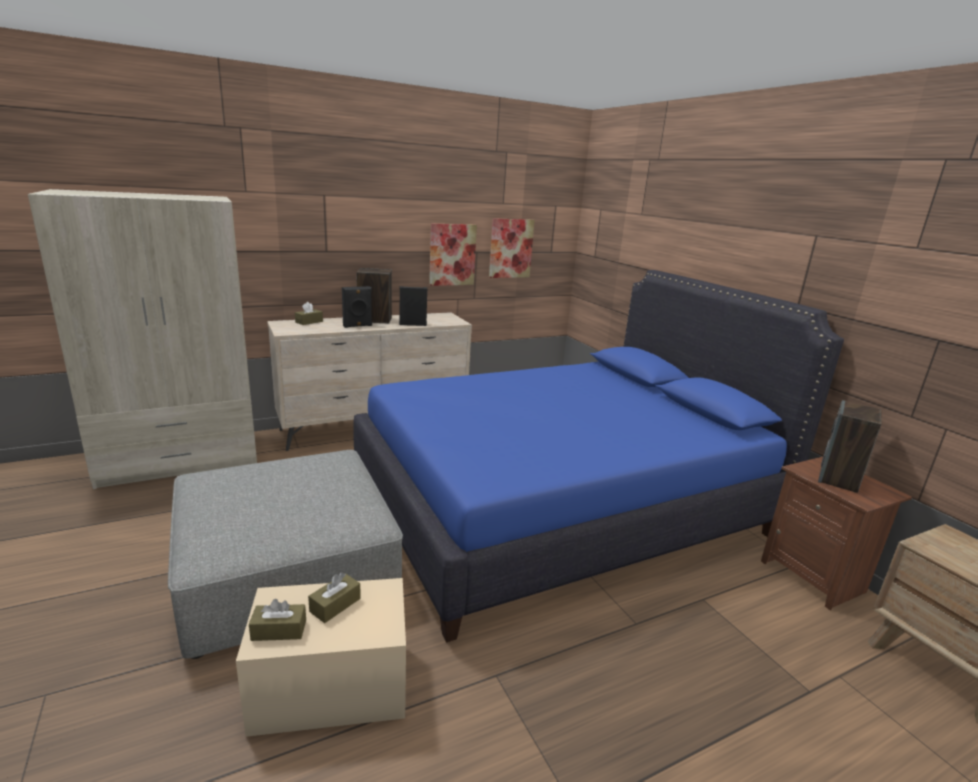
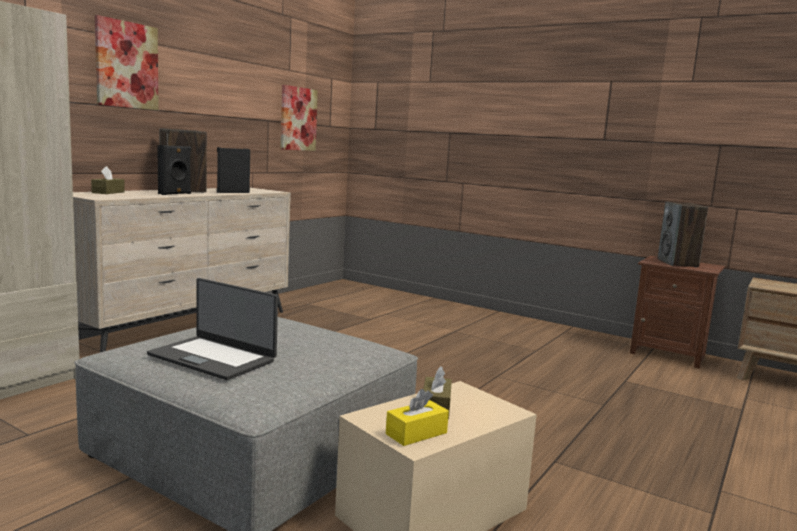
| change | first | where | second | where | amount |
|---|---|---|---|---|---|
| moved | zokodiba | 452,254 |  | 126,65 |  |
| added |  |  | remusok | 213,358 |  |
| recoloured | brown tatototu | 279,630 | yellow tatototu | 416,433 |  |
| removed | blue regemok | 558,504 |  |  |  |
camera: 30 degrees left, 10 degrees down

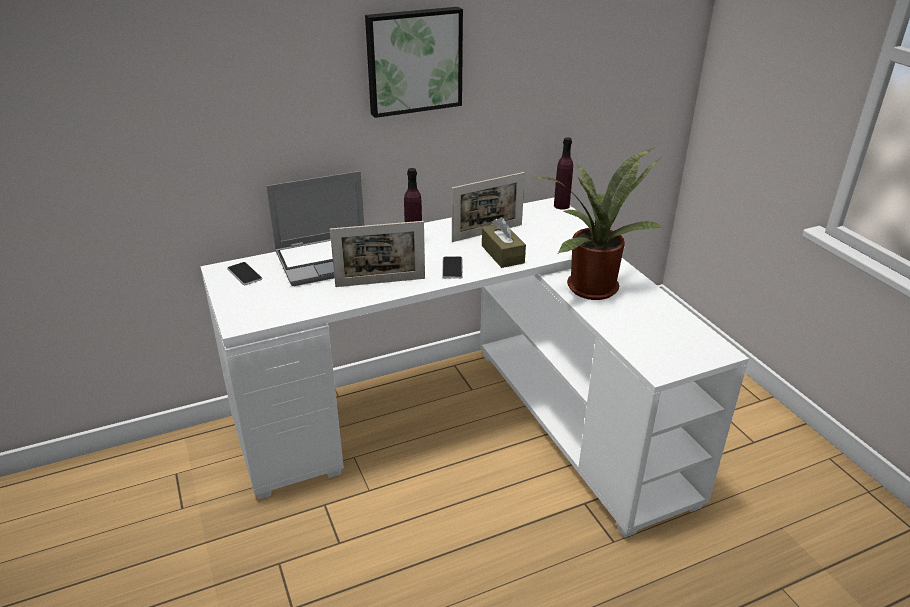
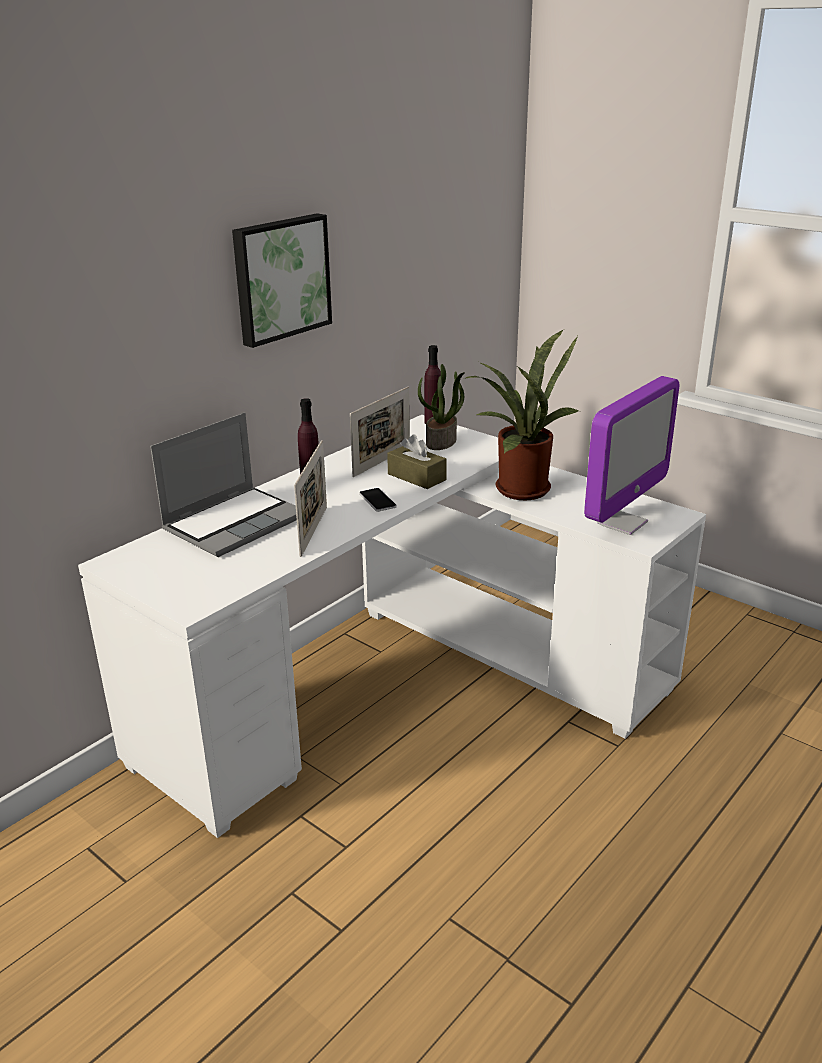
| change | first | where | second | where | amount |
|---|---|---|---|---|---|
| turned | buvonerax | 380,282 |  | 313,531 | 45 degrees counterclockwise |
| added |  |  | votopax | 441,442 |  |
| added |  |  | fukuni | 620,522 |  |
| removed | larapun | 244,274 |  |  |  |
camera: 25 degrees left, 5 degrees down

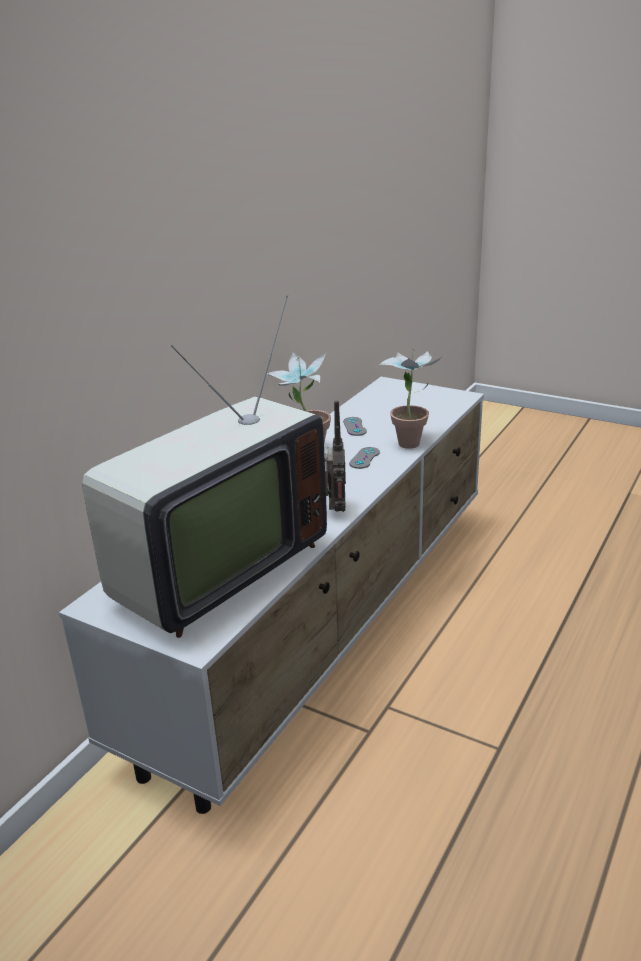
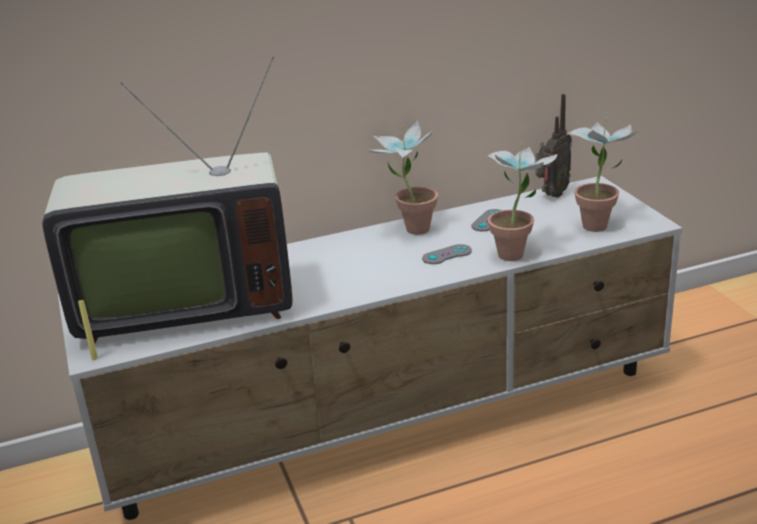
| change | first | where | second | where | amount |
|---|---|---|---|---|---|
| added |  |  | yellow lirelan | 94,358 |  |
| moved | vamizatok | 334,510 |  | 551,195 |  |
| added |  |  | votopax | 599,223 |  |
camera: 40 degrees right, 0 degrees up

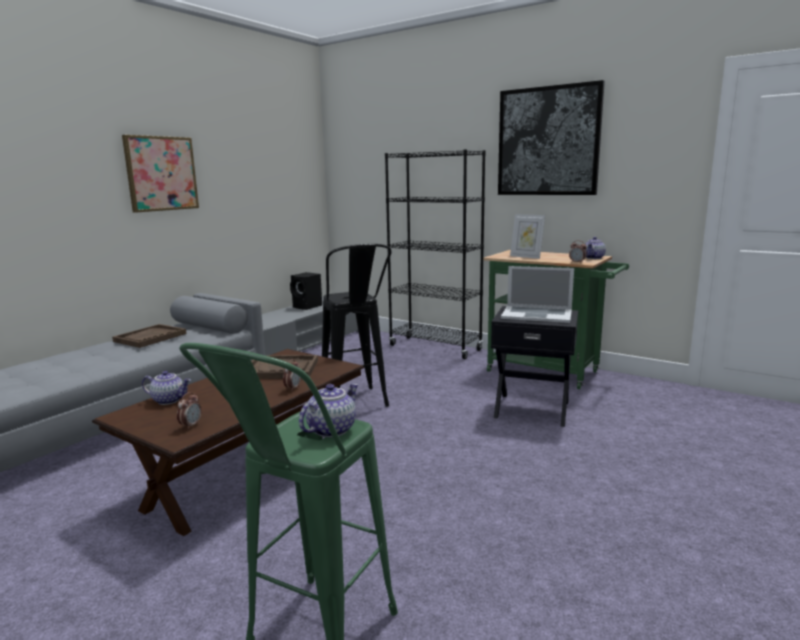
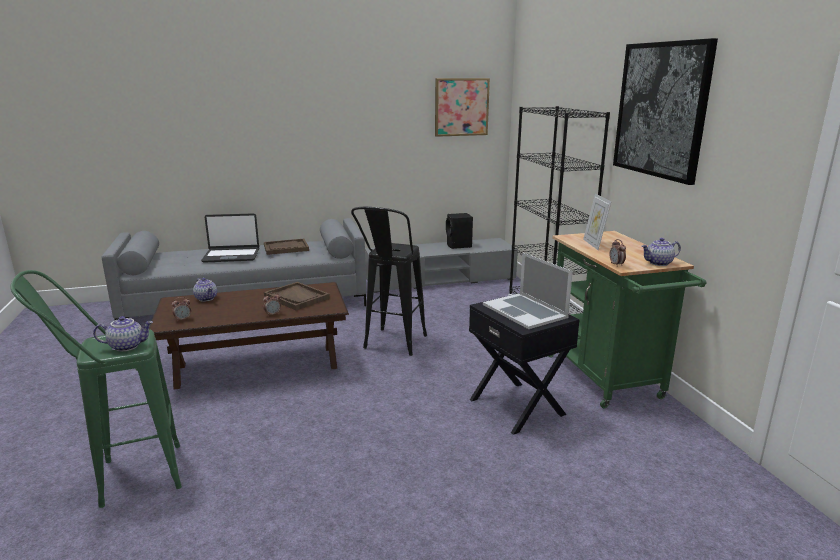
| change | first | where | second | where | amount |
|---|---|---|---|---|---|
| added |  |  | remusok | 231,256 |  |
| moved | zokodiba | 161,173 |  | 461,107 |  |
camera: 40 degrees right, 5 degrees up

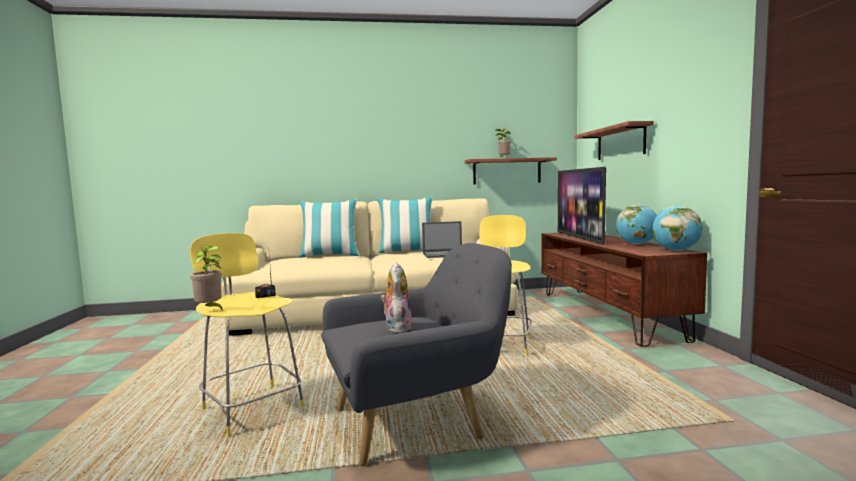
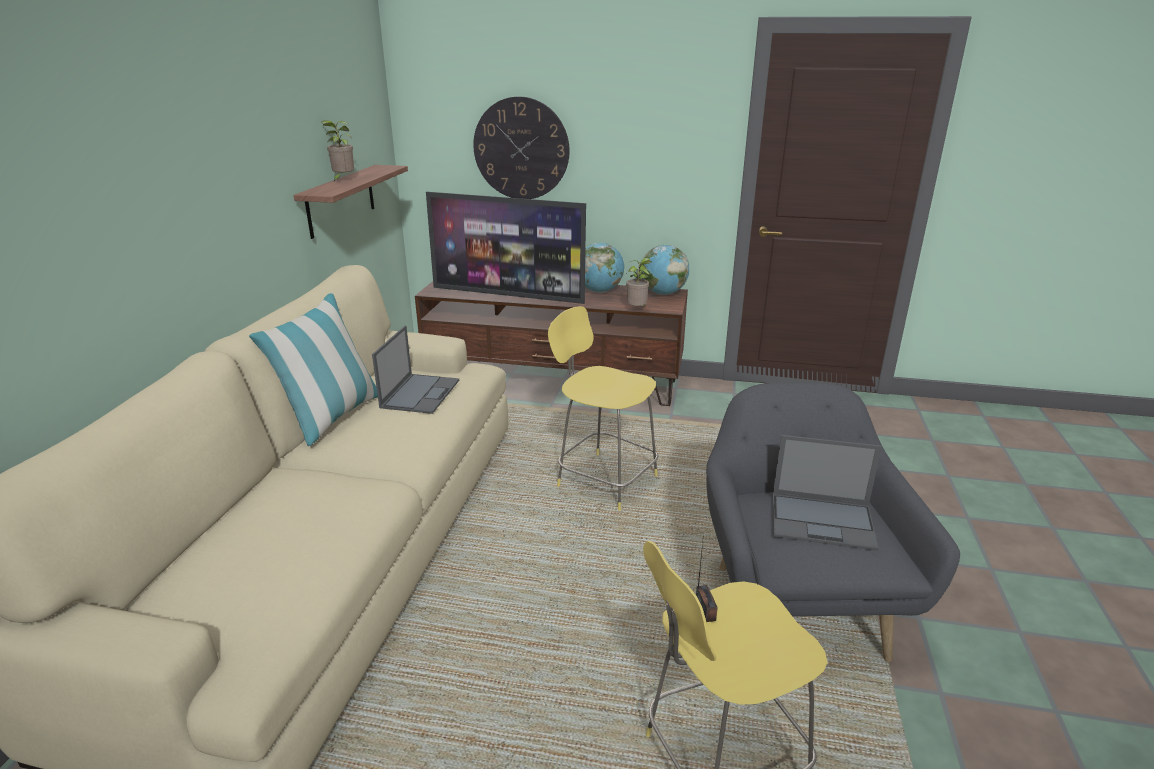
| change | first | where | second | where | amount |
|---|---|---|---|---|---|
| replaced | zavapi | 620,143 | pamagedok | 521,149 |  |
| moved | votopax | 210,310 |  | 637,310 |  |
| replaced | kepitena | 397,328 | remusok | 823,521 |  |
| removed | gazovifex | 330,255 |  |  |  |
camera: 70 degrees left, 20 degrees up

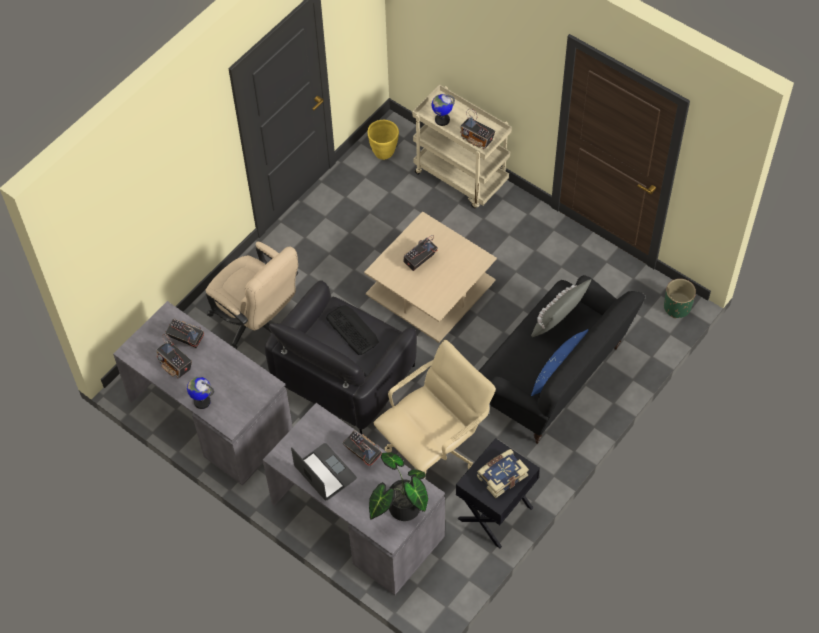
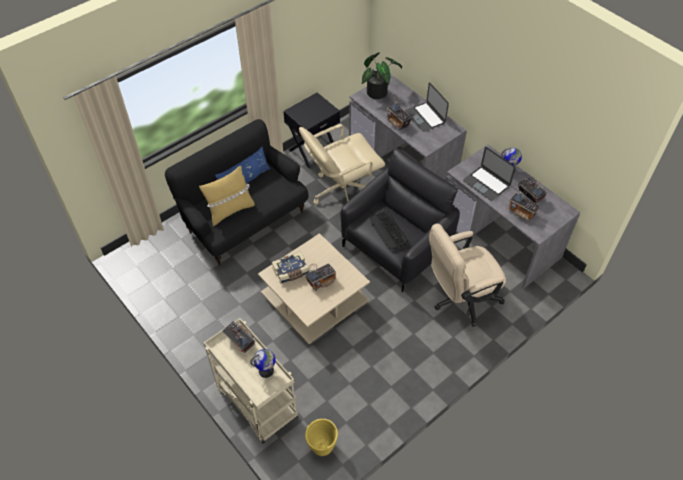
| change | first | where | second | where | amount |
|---|---|---|---|---|---|
| recoloured | grey gazovifex | 559,323 | yellow gazovifex | 230,211 |  |
| moved | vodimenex | 501,476 |  | 291,272 |  |
| turned | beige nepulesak | 257,323 |  | 460,299 | 75 degrees counterclockwise |
| added |  |  | remusok | 486,183 |  |
| removed | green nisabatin | 677,307 |  |  |  |
camera: 170 degrees left, 5 degrees down

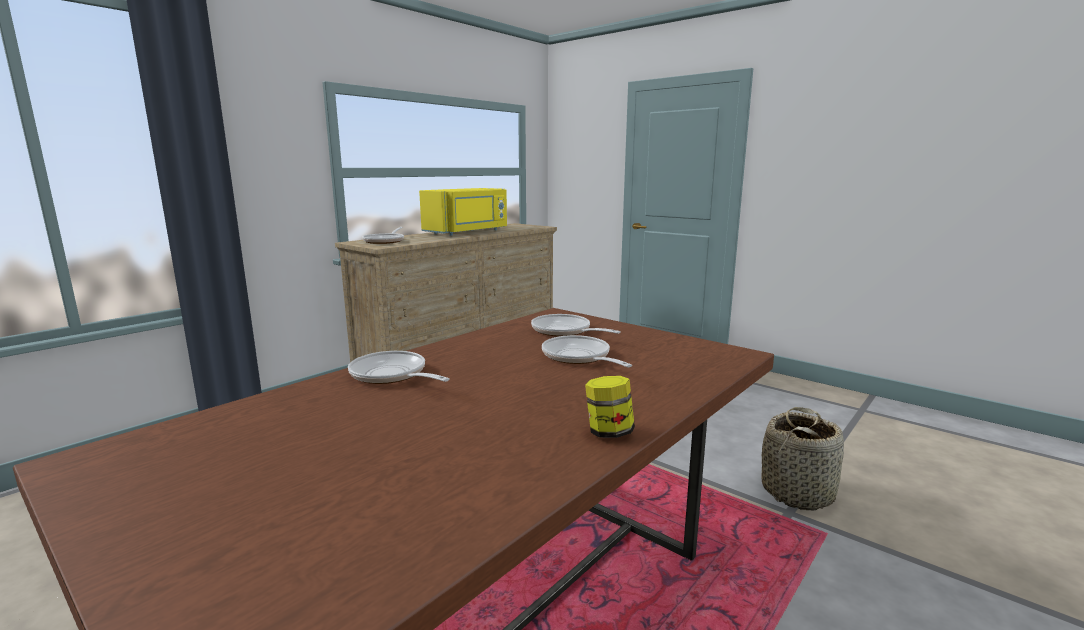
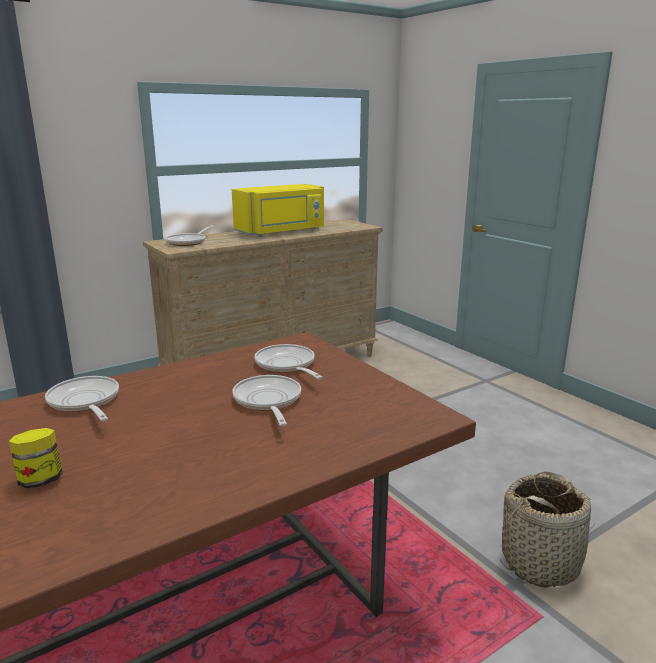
| change | first | where | second | where | amount |
|---|---|---|---|---|---|
| moved | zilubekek | 609,432 |  | 40,480 |  |
camera: 15 degrees right, 5 degrees up

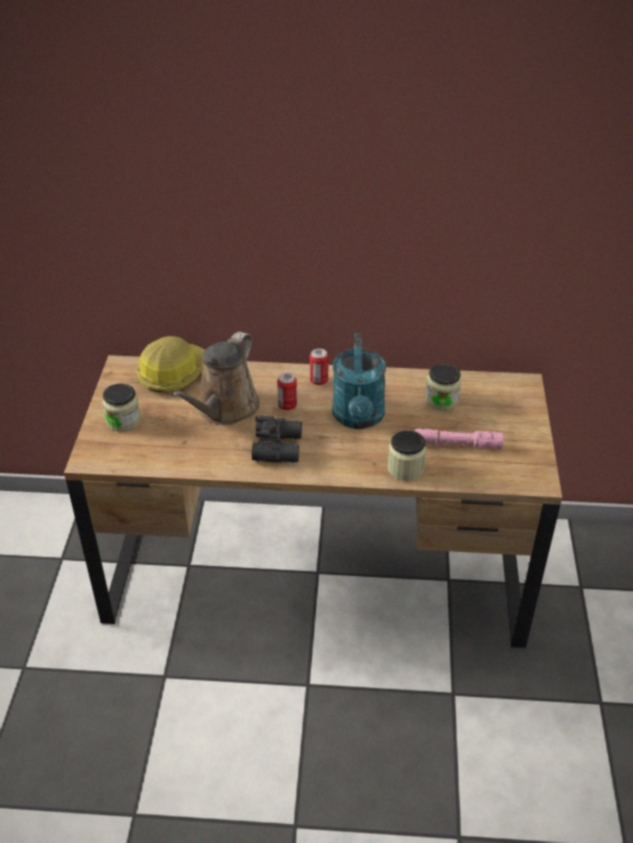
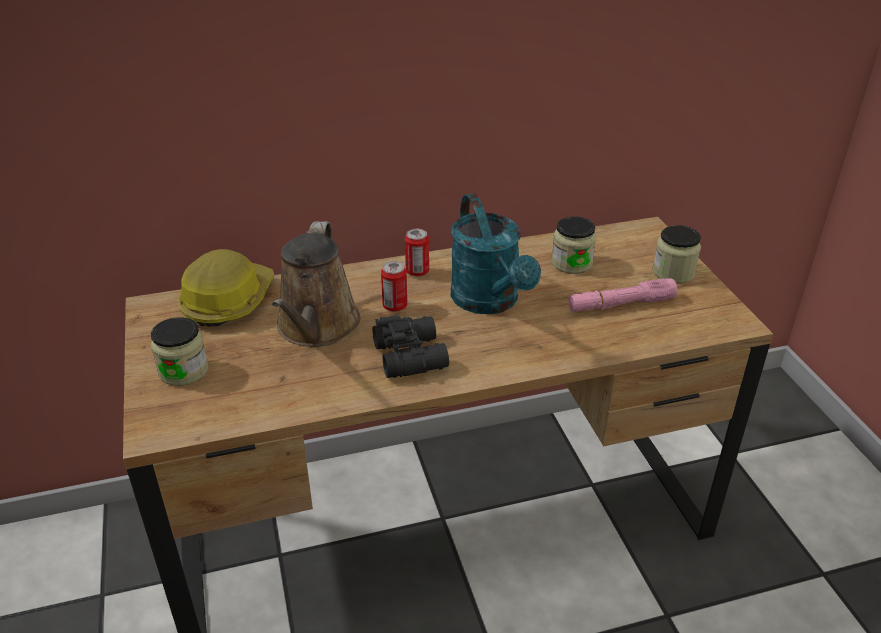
| change | first | where | second | where | amount |
|---|---|---|---|---|---|
| moved | zilubekek | 405,469 |  | 673,272 |  |
camera: 20 degrees left, 5 degrees down

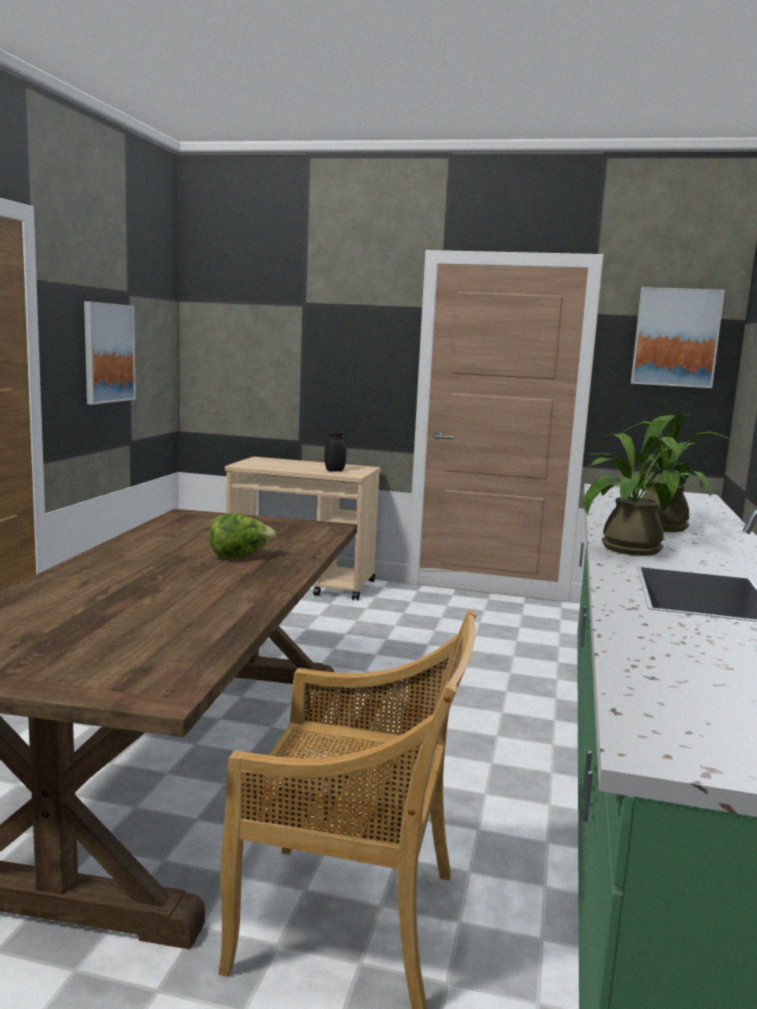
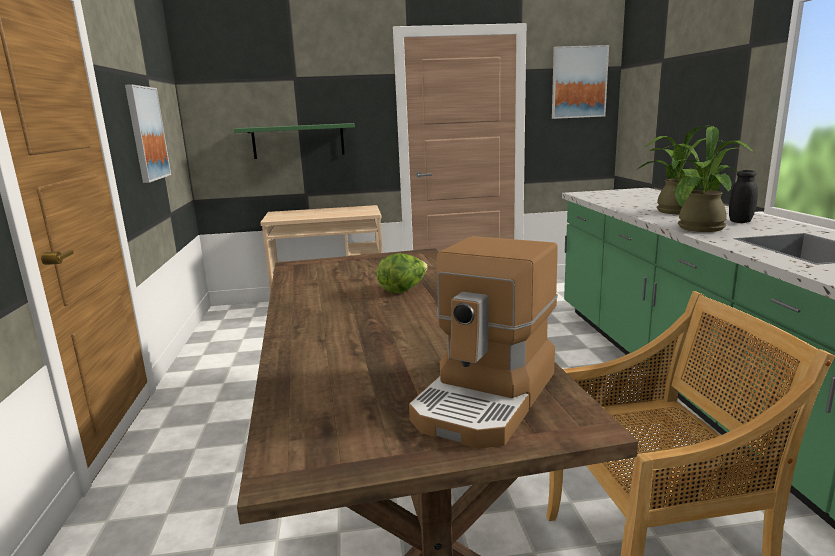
| change | first | where | second | where | amount |
|---|---|---|---|---|---|
| added |  |  | green zavapi | 298,141 |  |
| added |  |  | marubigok | 487,398 |  |
| moved | black zilubekek | 334,471 |  | 740,221 |  |
camera: 20 degrees left, 5 degrees up

